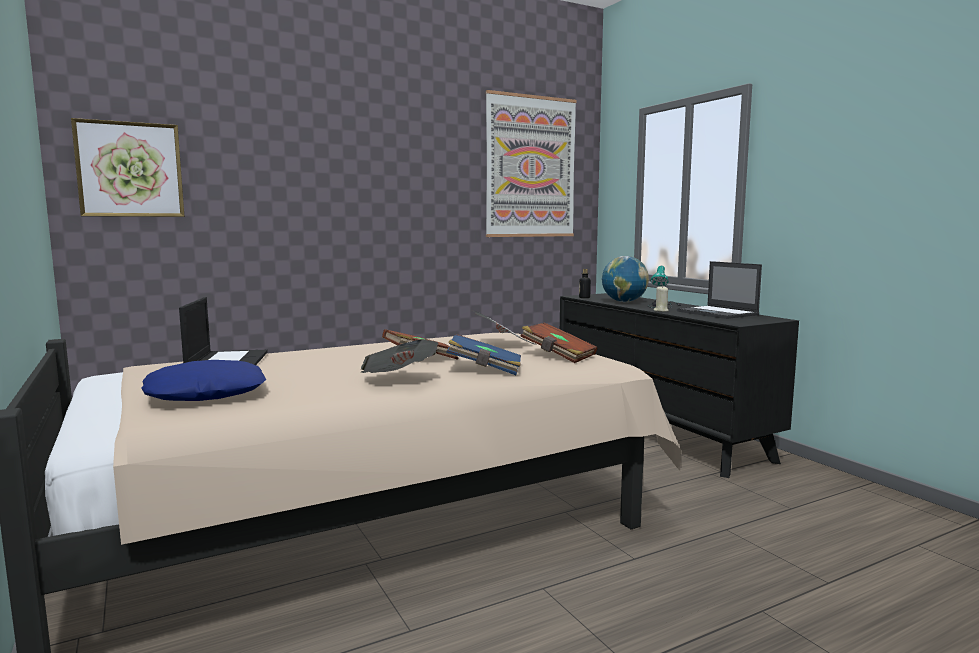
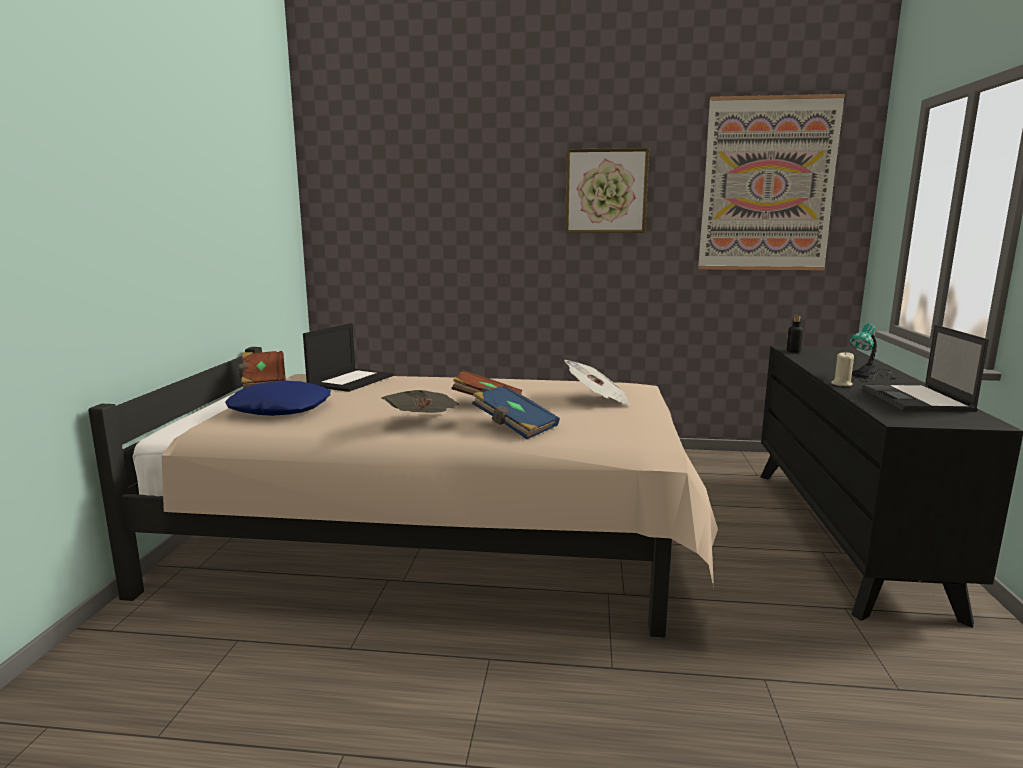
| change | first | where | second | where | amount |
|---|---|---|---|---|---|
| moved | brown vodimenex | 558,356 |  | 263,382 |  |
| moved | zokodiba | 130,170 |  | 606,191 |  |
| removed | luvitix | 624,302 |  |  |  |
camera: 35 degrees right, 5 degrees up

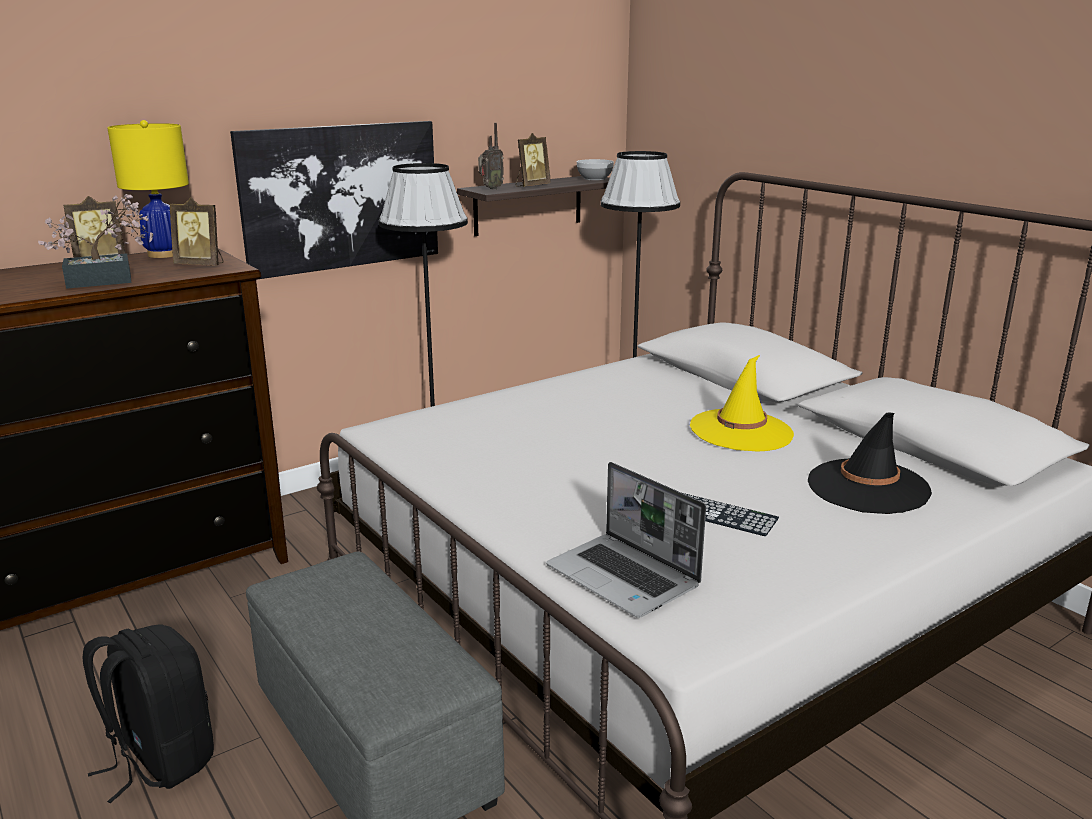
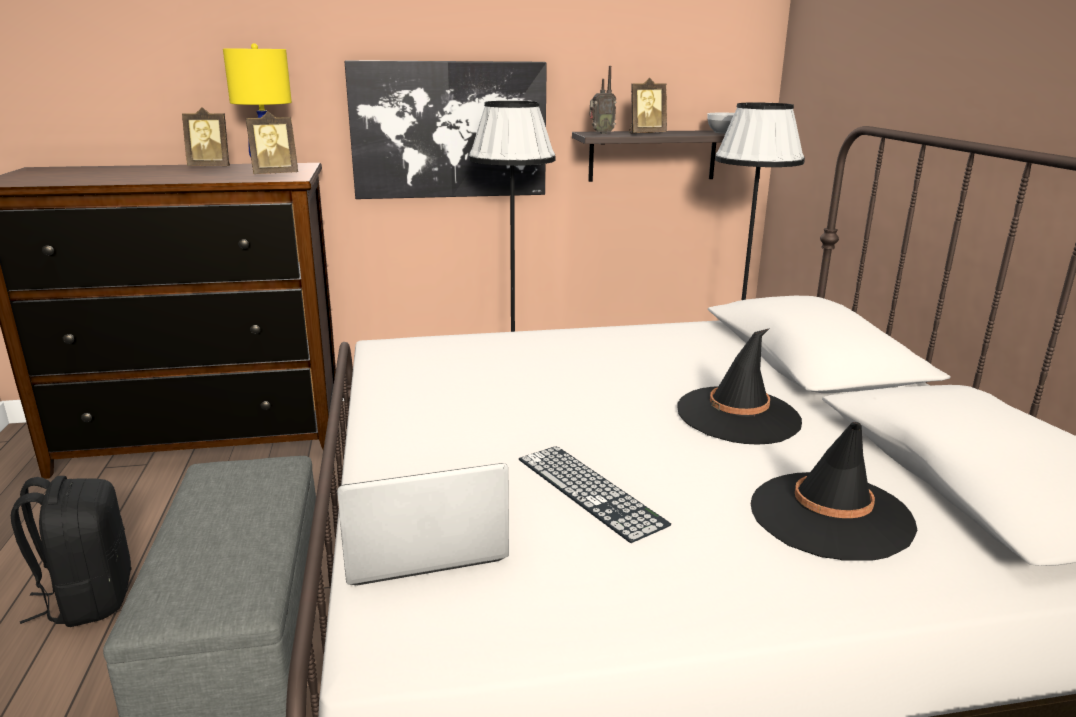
| change | first | where | second | where | amount |
|---|---|---|---|---|---|
| turned | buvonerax | 201,265 |  | 275,174 | 60 degrees counterclockwise |
| turned | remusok | 625,577 |  | 420,546 | 90 degrees clockwise |
| recoloured | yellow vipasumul | 741,431 | black vipasumul | 738,416 |  |
| removed | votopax | 108,280 |  |  |  |
camera: 25 degrees right, 0 degrees up

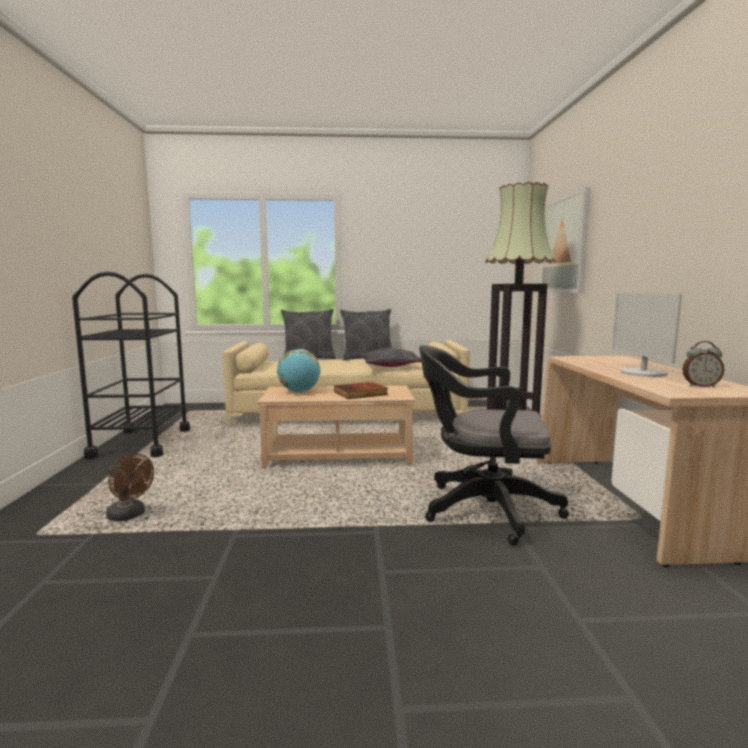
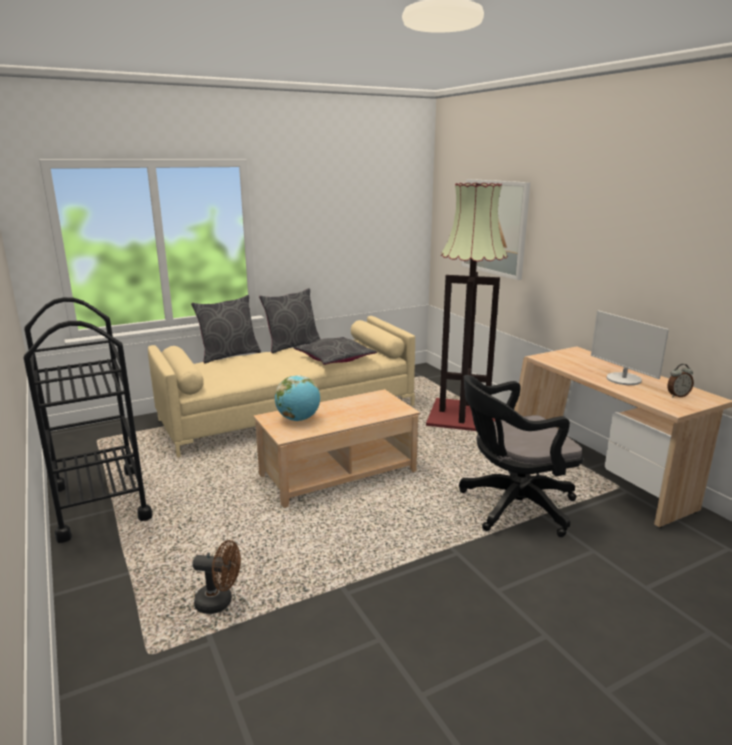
| change | first | where | second | where | amount |
|---|---|---|---|---|---|
| removed | vodimenex | 361,393 |  |  |  |
camera: 25 degrees left, 10 degrees up

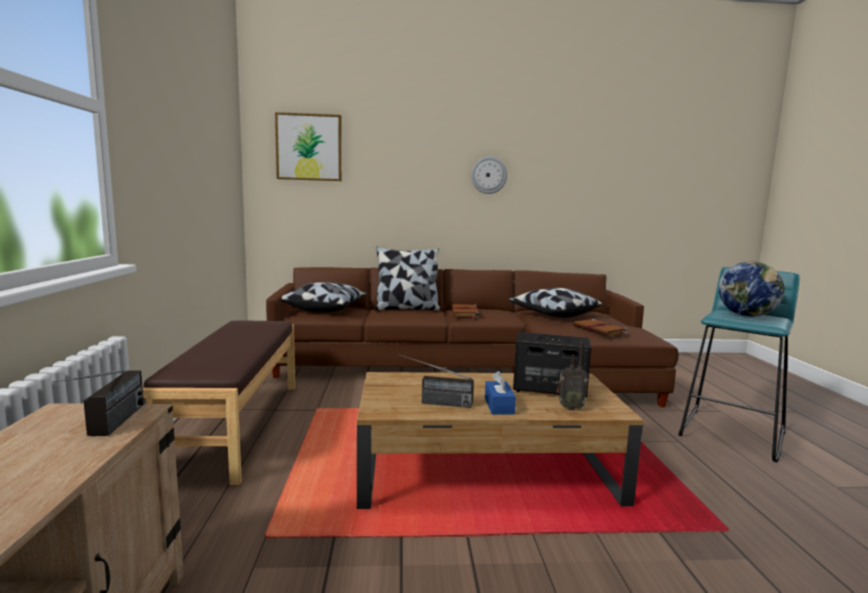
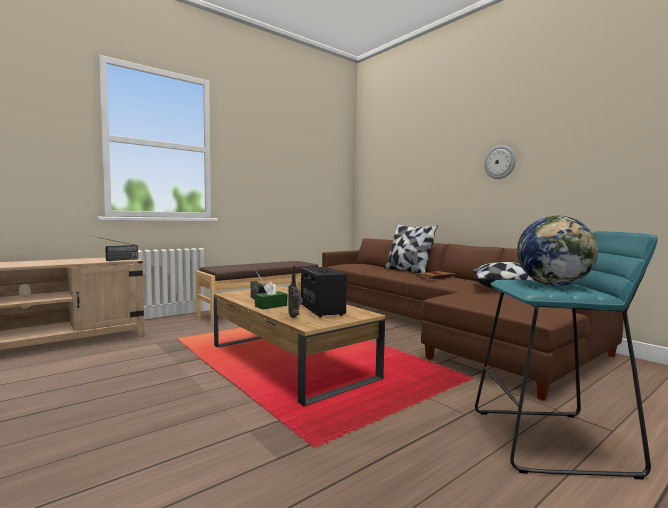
| change | first | where | second | where | amount |
|---|---|---|---|---|---|
| recoloured | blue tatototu | 499,406 | green tatototu | 271,306 |  |
| removed | zokodiba | 309,147 |  |  |  |
| removed | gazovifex | 324,309 |  |  |  |
| removed | brown vodimenex | 600,330 |  |  |  |
camera: 55 degrees right, 5 degrees down

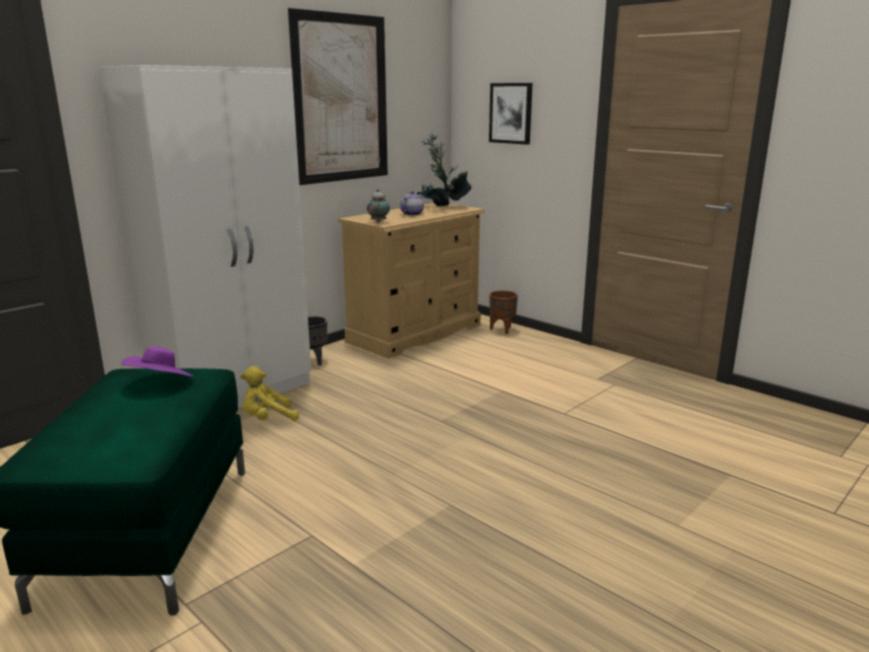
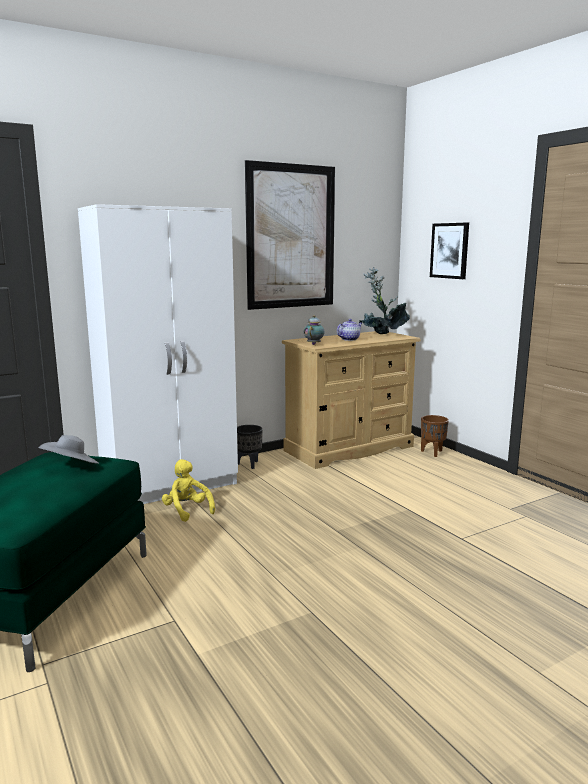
| change | first | where | second | where | amount |
|---|---|---|---|---|---|
| recoloured | purple vipasumul | 161,383 | grey vipasumul | 71,466 |  |
| turned | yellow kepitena | 267,419 |  | 187,511 | 60 degrees clockwise |
camera: 15 degrees right, 5 degrees down

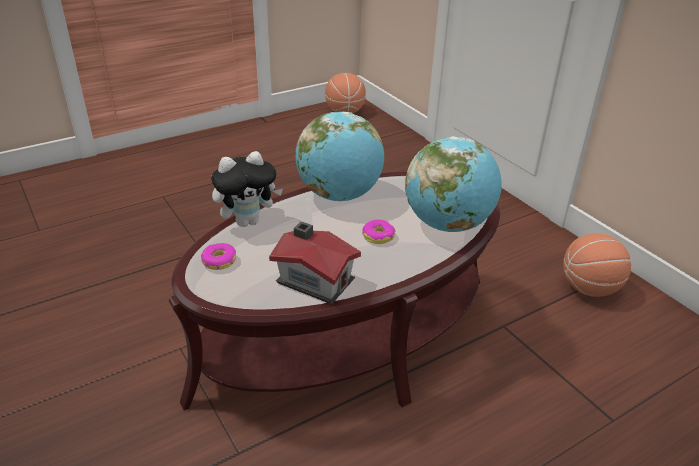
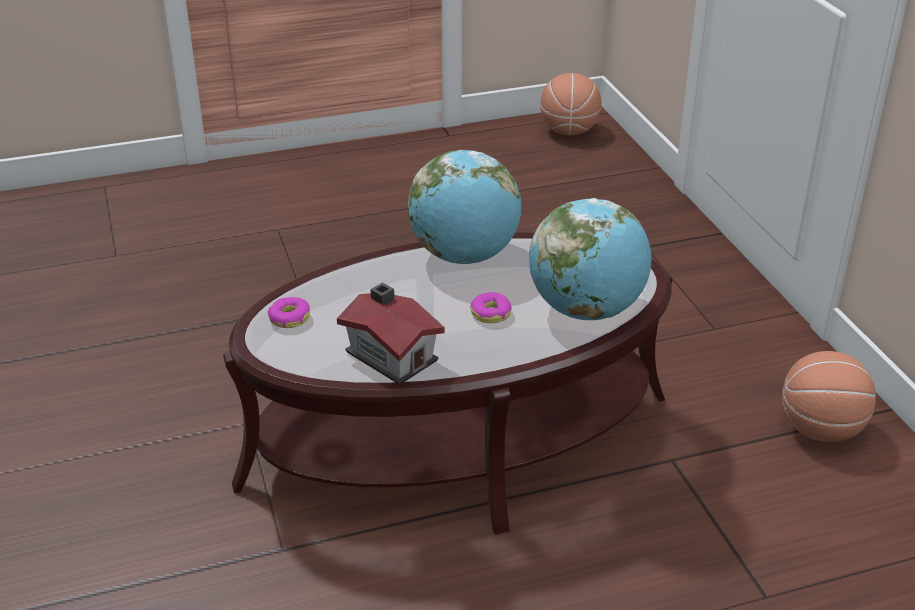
| change | first | where | second | where | amount |
|---|---|---|---|---|---|
| removed | kepitena | 248,221 |  |  |  |
camera: 15 degrees right, 0 degrees up

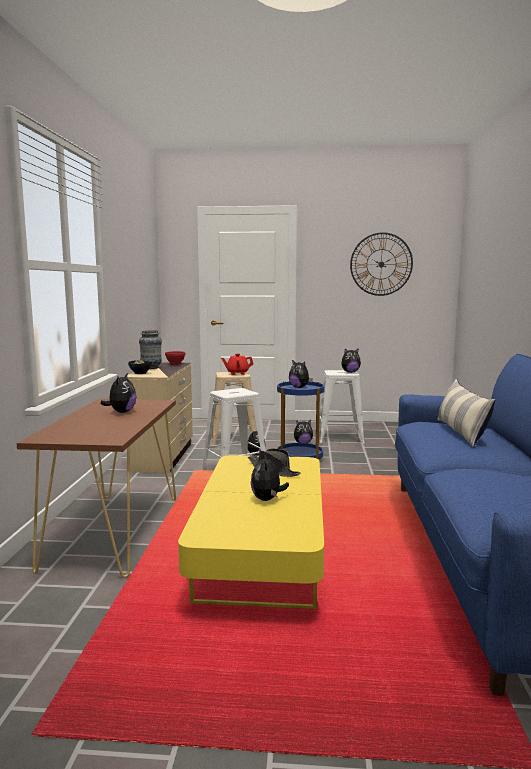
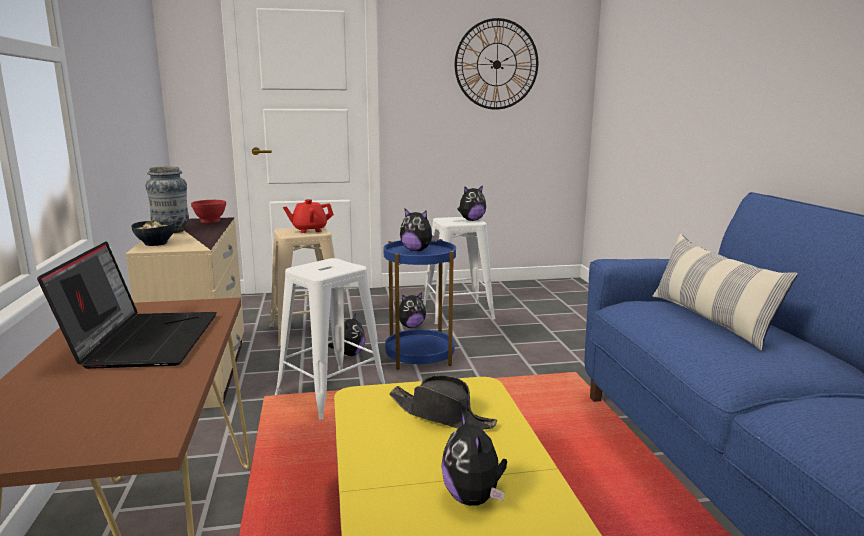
| change | first | where | second | where | amount |
|---|---|---|---|---|---|
| replaced | kepitena | 121,412 | remusok | 143,340 |  |
camera: 15 degrees left, 5 degrees up

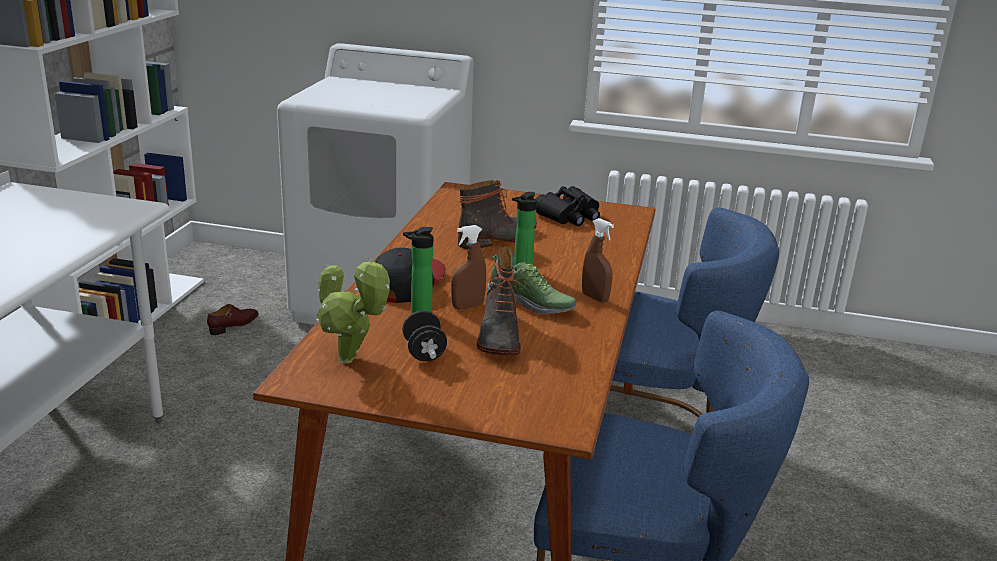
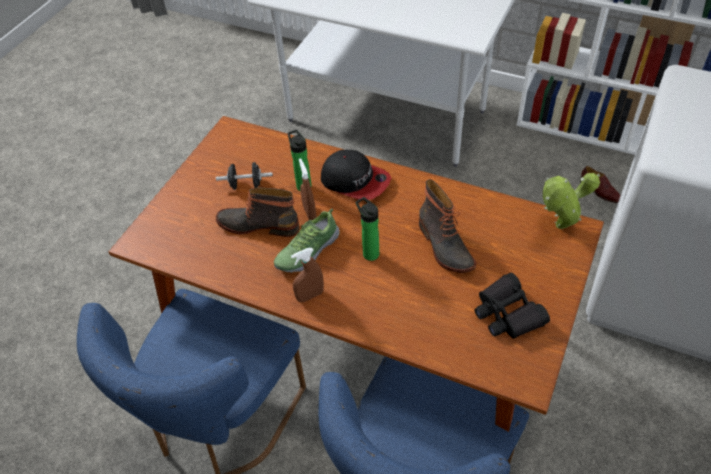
| change | first | where | second | where | amount |
|---|---|---|---|---|---|
| moved | votopax | 350,361 |  | 558,227 |  |
camera: 105 degrees right, 25 degrees up

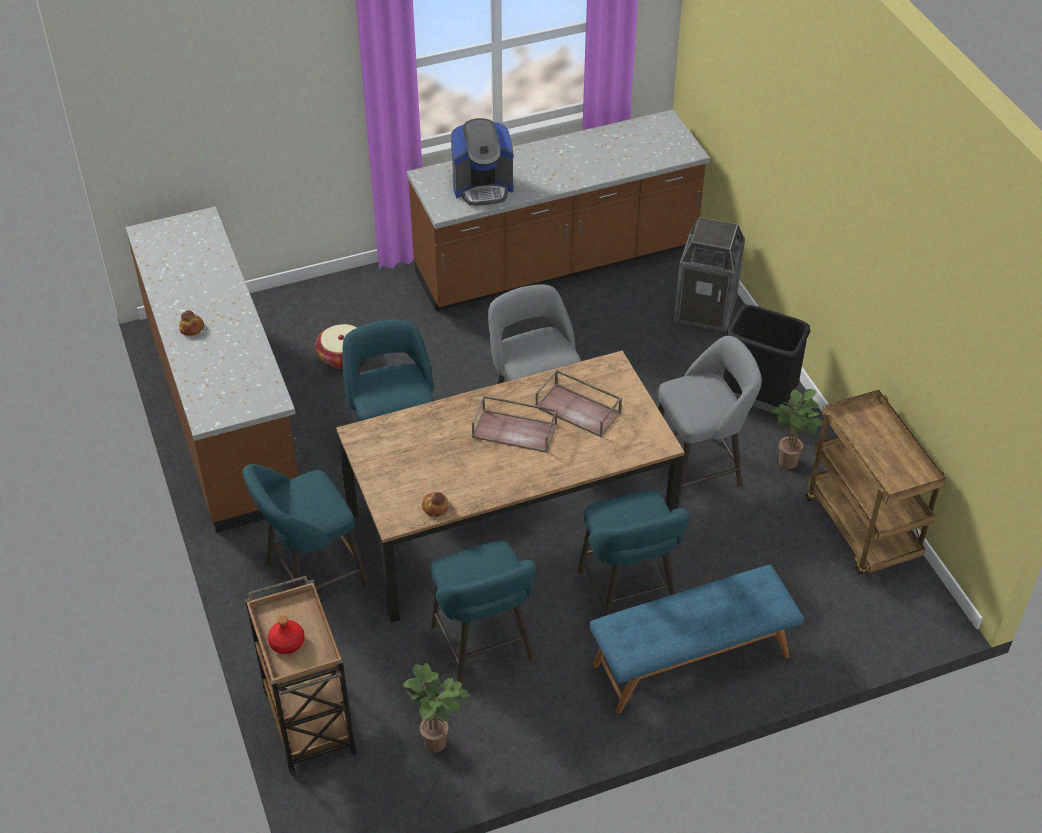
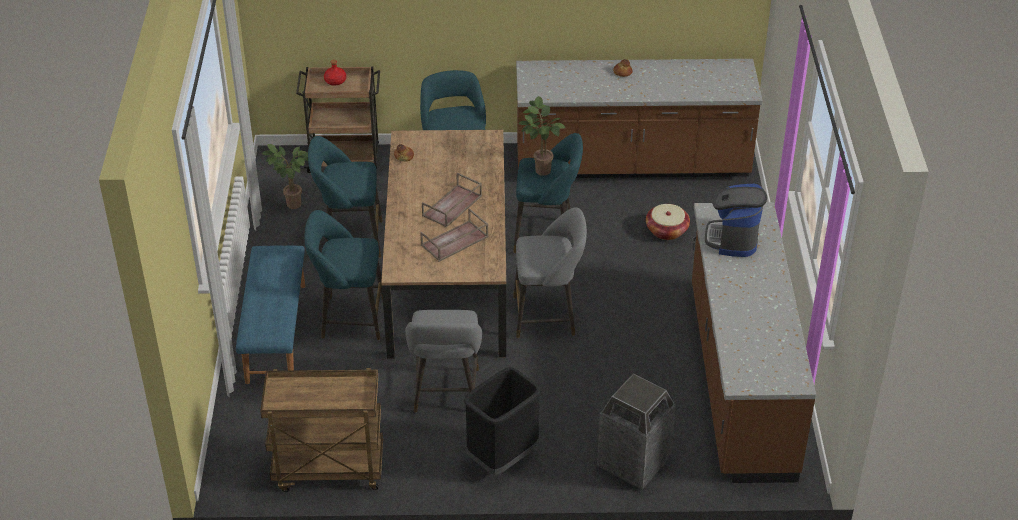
| change | first | where | second | where | amount |
|---|---|---|---|---|---|
| moved | votopax | 788,464 |  | 540,170 |  |
camera: 110 degrees right, 5 degrees down

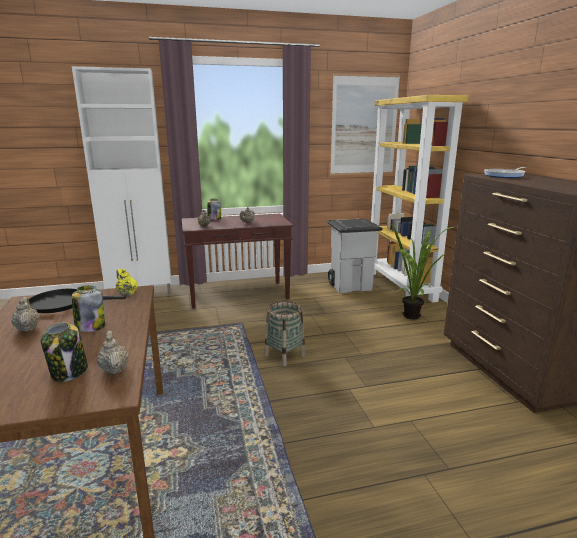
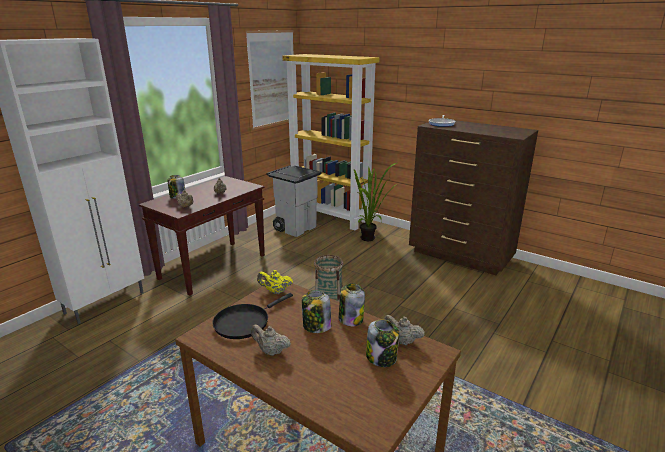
| change | first | where | second | where | amount |
|---|---|---|---|---|---|
| added |  |  | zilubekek | 350,319 |  |
camera: 40 degrees left, 5 degrees up

